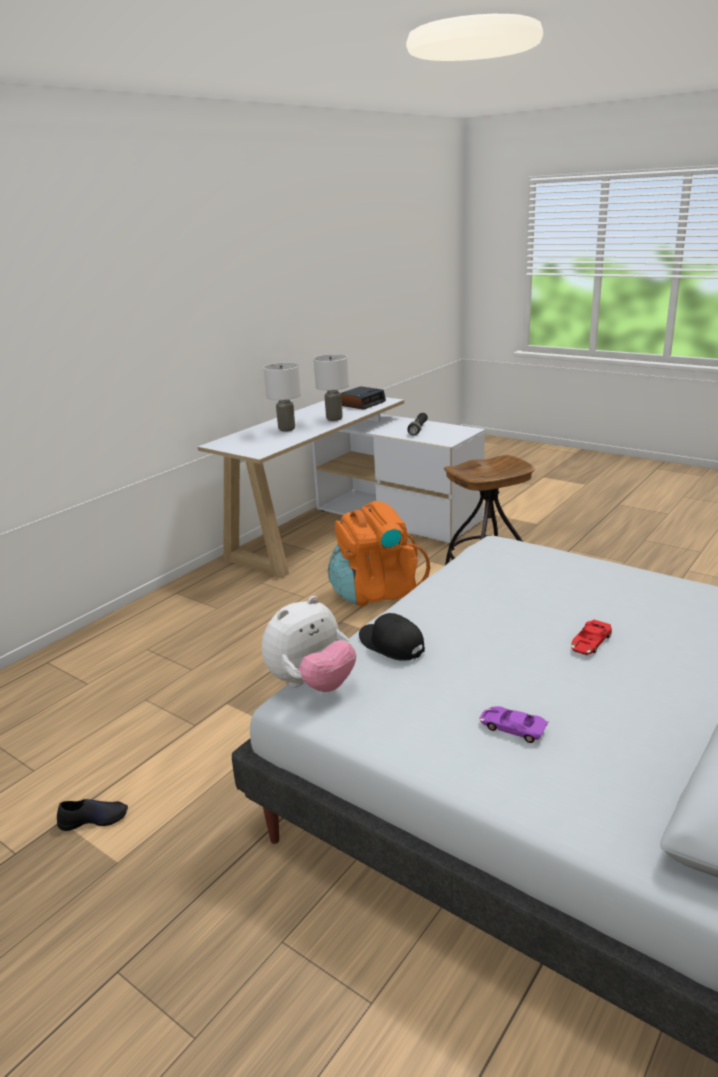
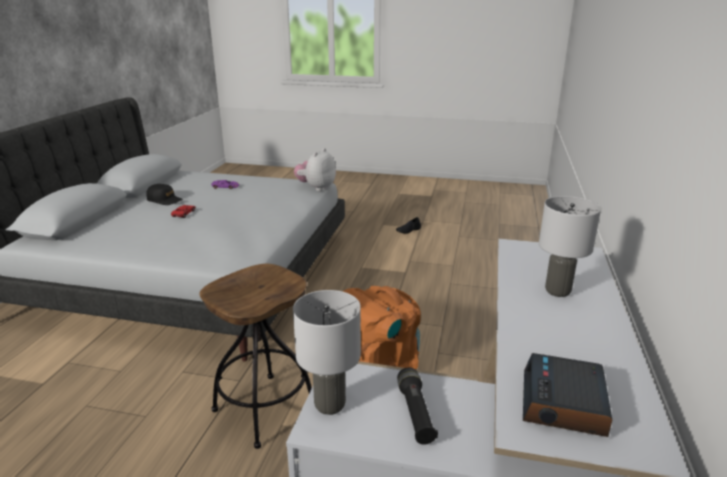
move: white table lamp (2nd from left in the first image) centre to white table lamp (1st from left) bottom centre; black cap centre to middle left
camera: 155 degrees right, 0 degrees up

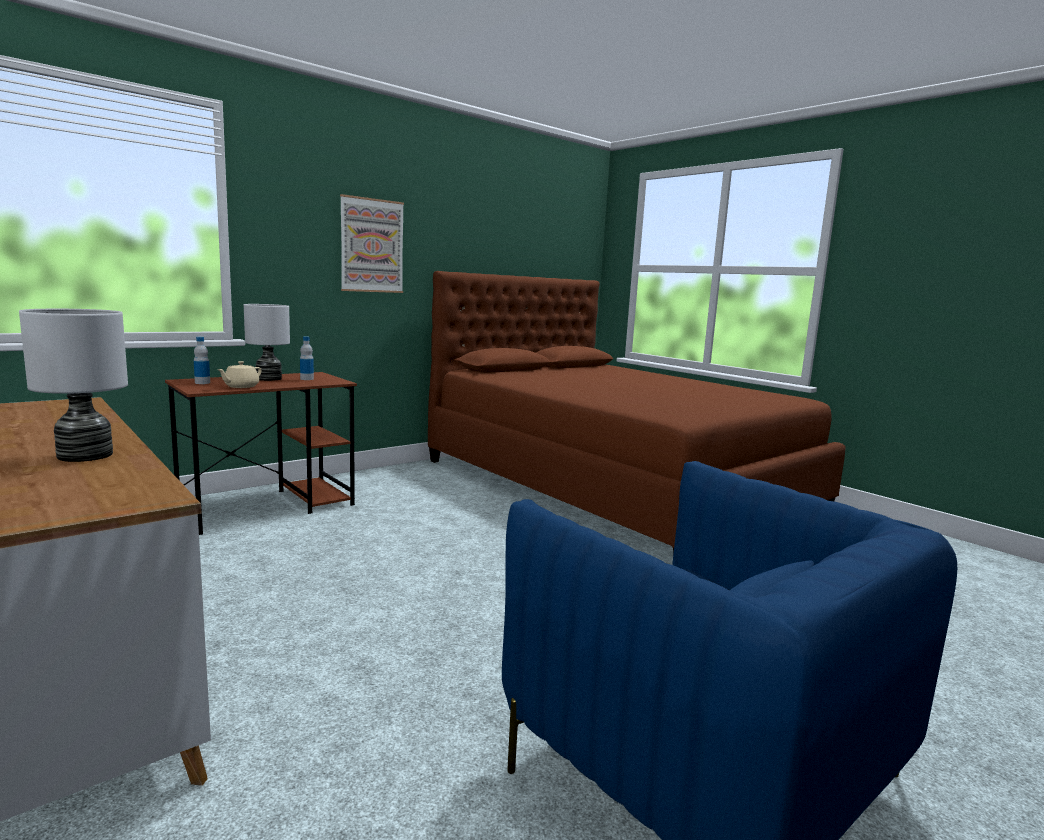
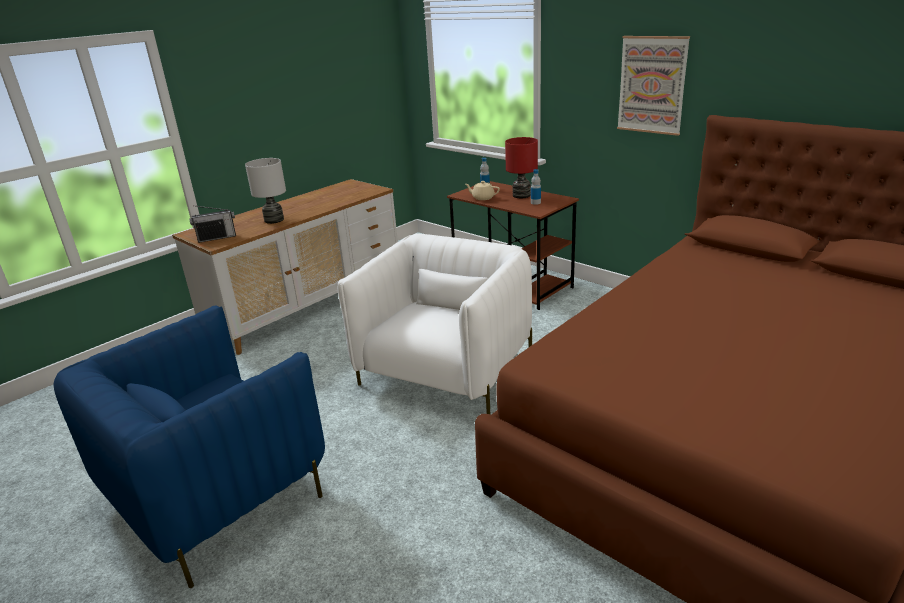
insert: radio middle left; white armchair centre
recolor: grey table lamp (2nd from left) middle left to red table lamp top centre
camera: 85 degrees right, 15 degrees up

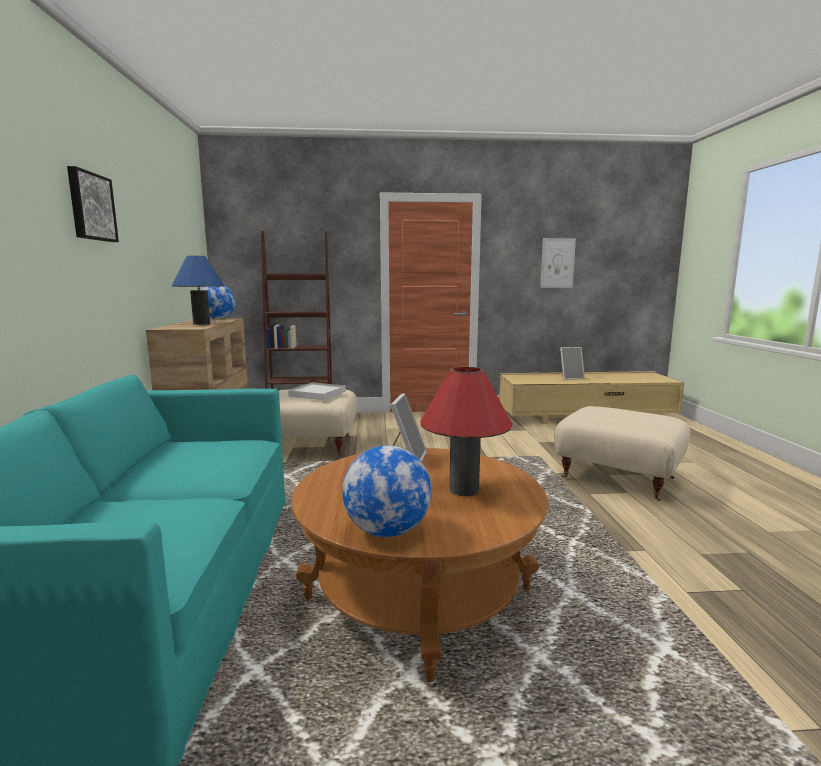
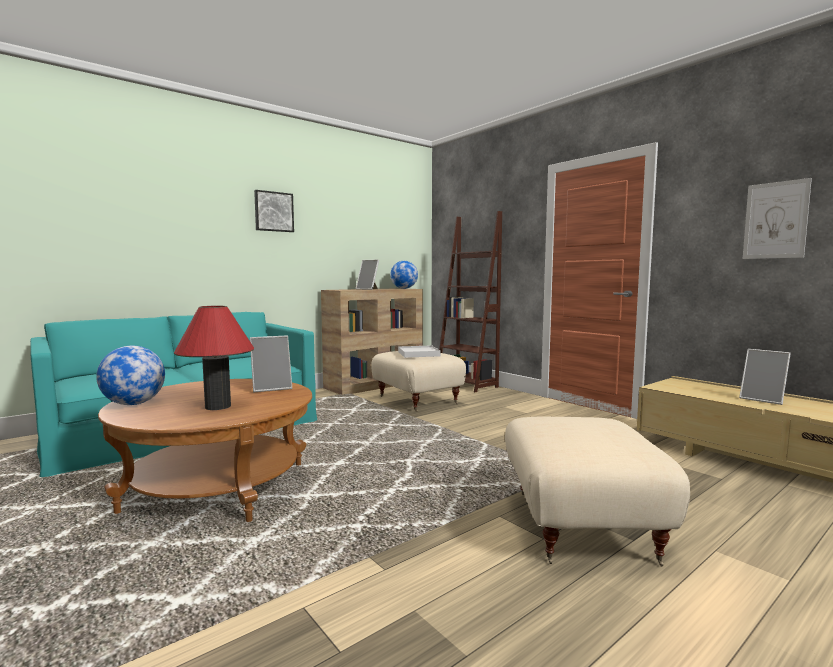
replace: blue table lamp middle left to picture frame (2nd from left) centre
camera: 55 degrees right, 5 degrees down

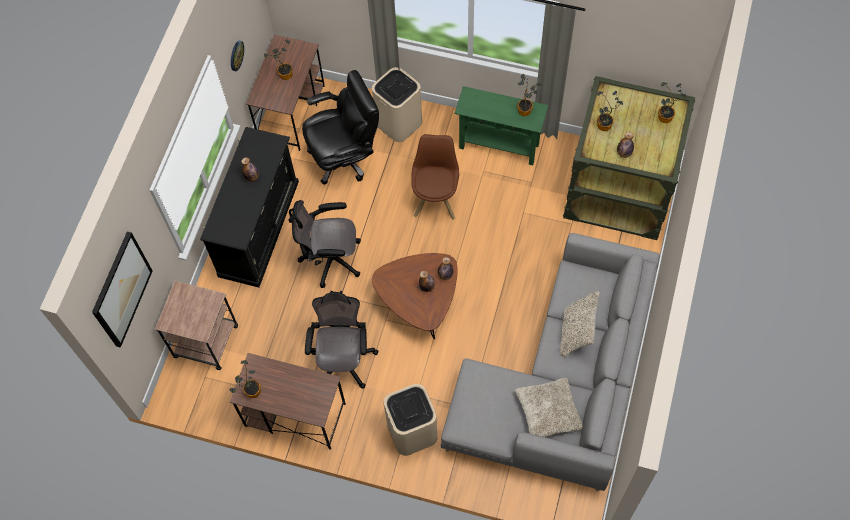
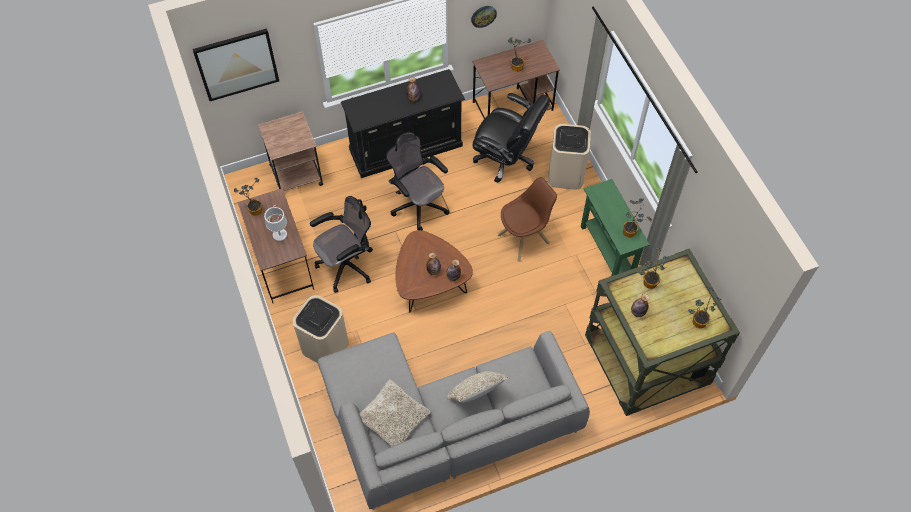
insert: white table lamp middle left
camera: 50 degrees right, 5 degrees down

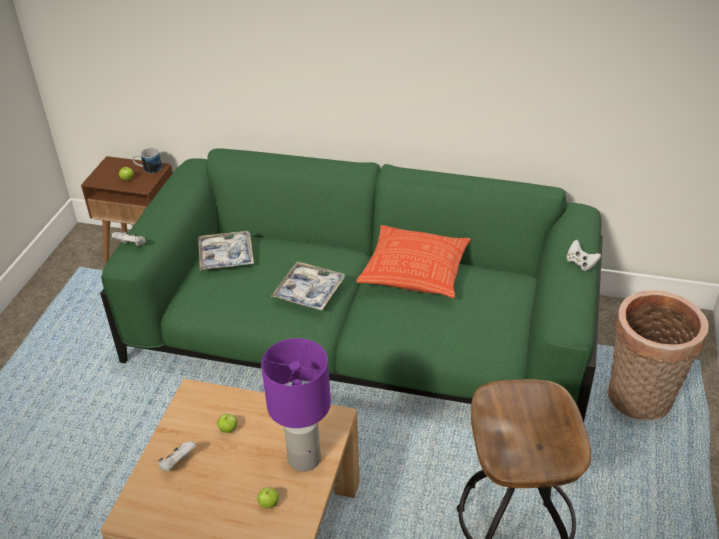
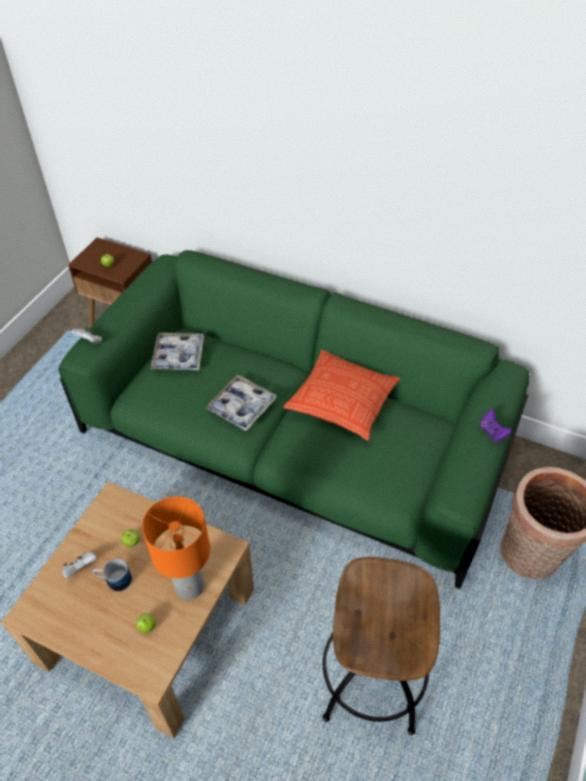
move: mug top left to bottom left
recolor: purple table lamp bottom centre to orange table lamp bottom left; white game controller (3rd from left) middle right to purple game controller middle right
camera: 10 degrees right, 10 degrees up

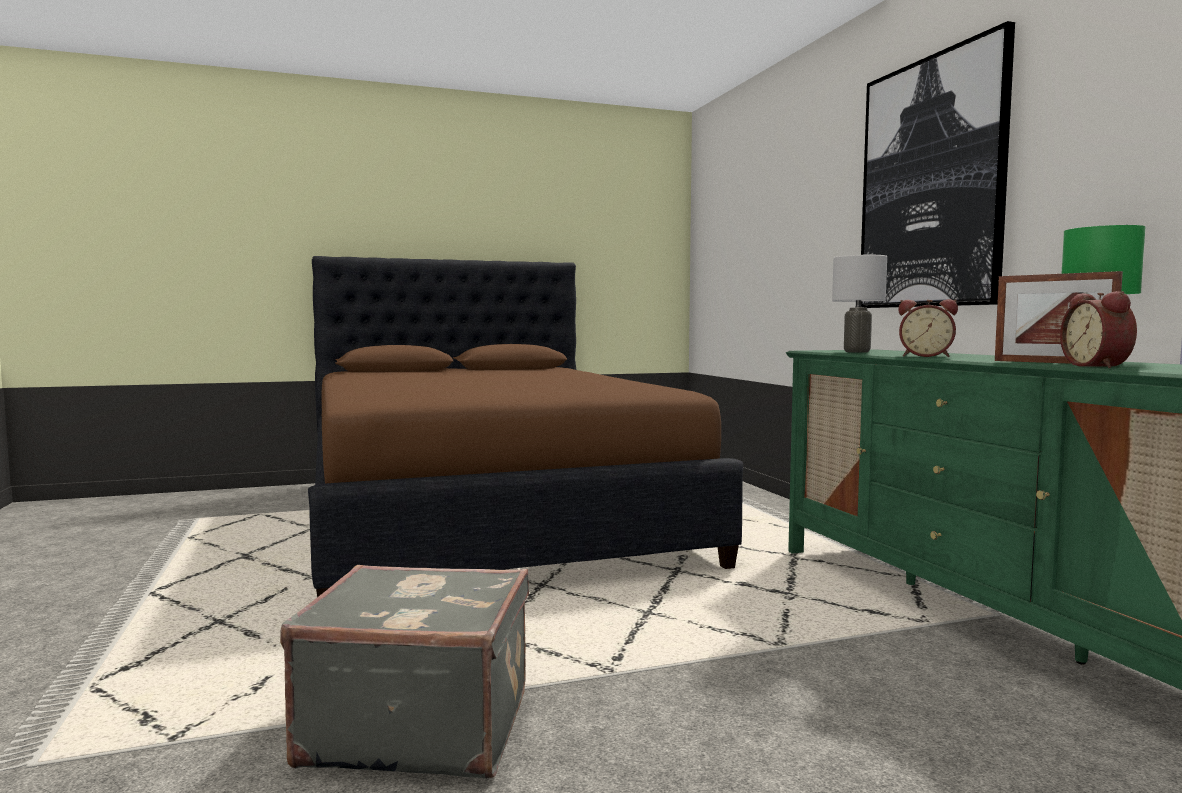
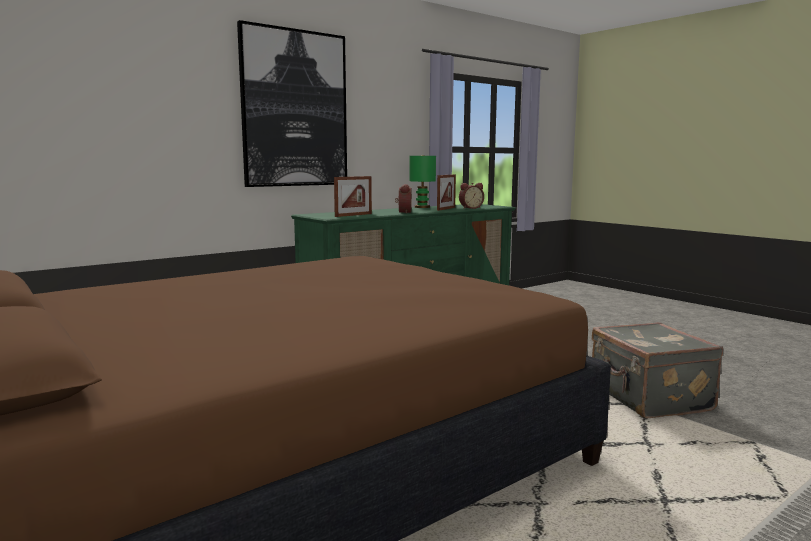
replace: white table lamp middle right to picture frame (1st from left) centre
camera: 110 degrees left, 5 degrees up

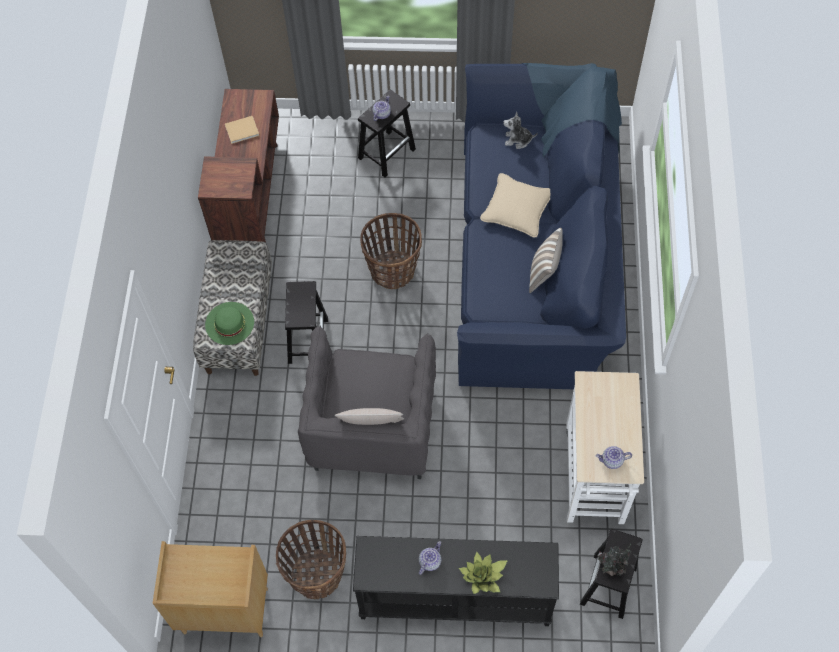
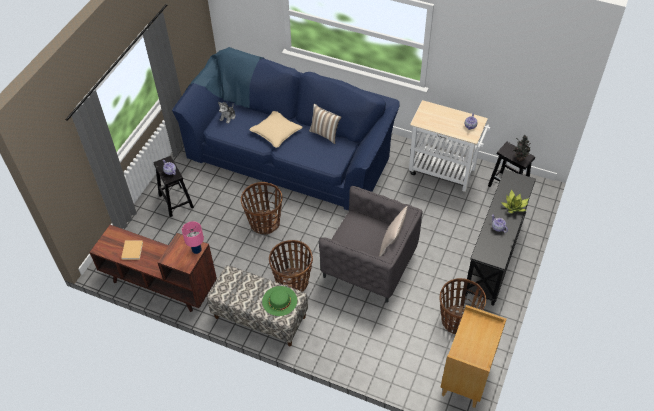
insert: pink table lamp middle left
replace: black stool (1st from left) centre to basket (2nd from left) centre
camera: 70 degrees left, 10 degrees down

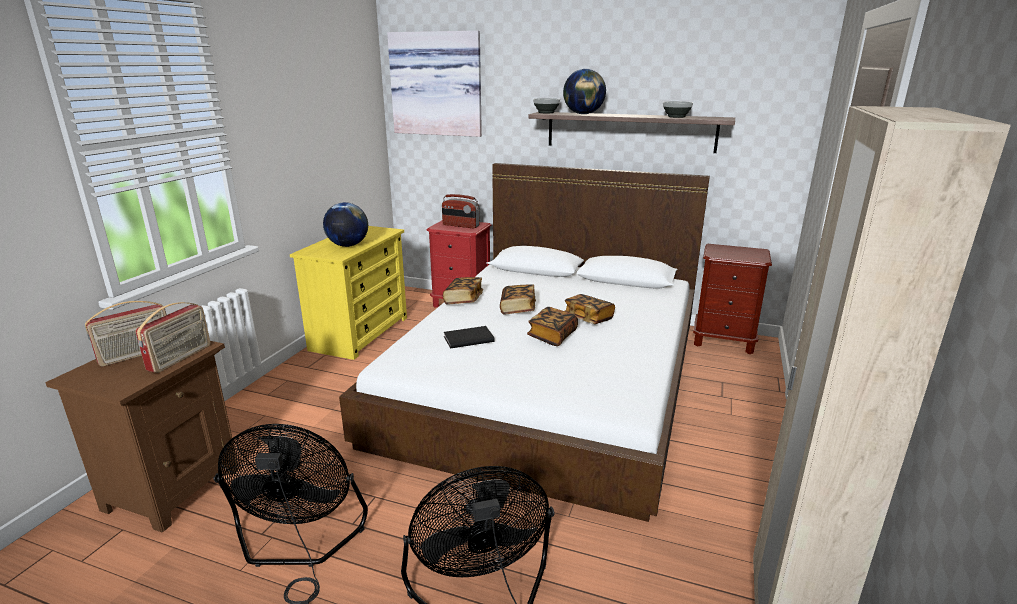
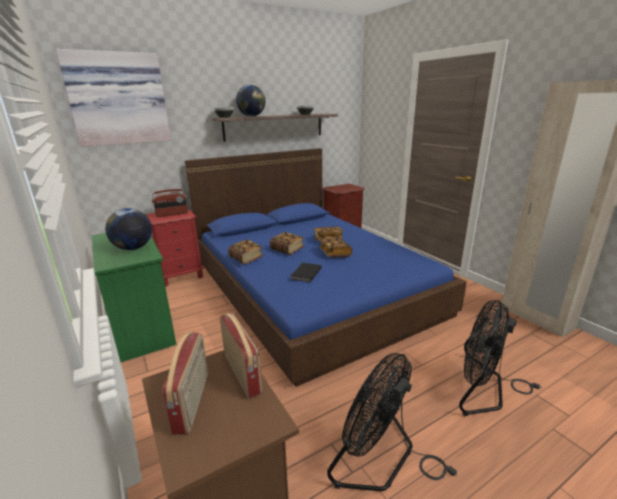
recolor: yellow dresser centre to green dresser middle left; white bed centre to blue bed centre
camera: 50 degrees left, 0 degrees up

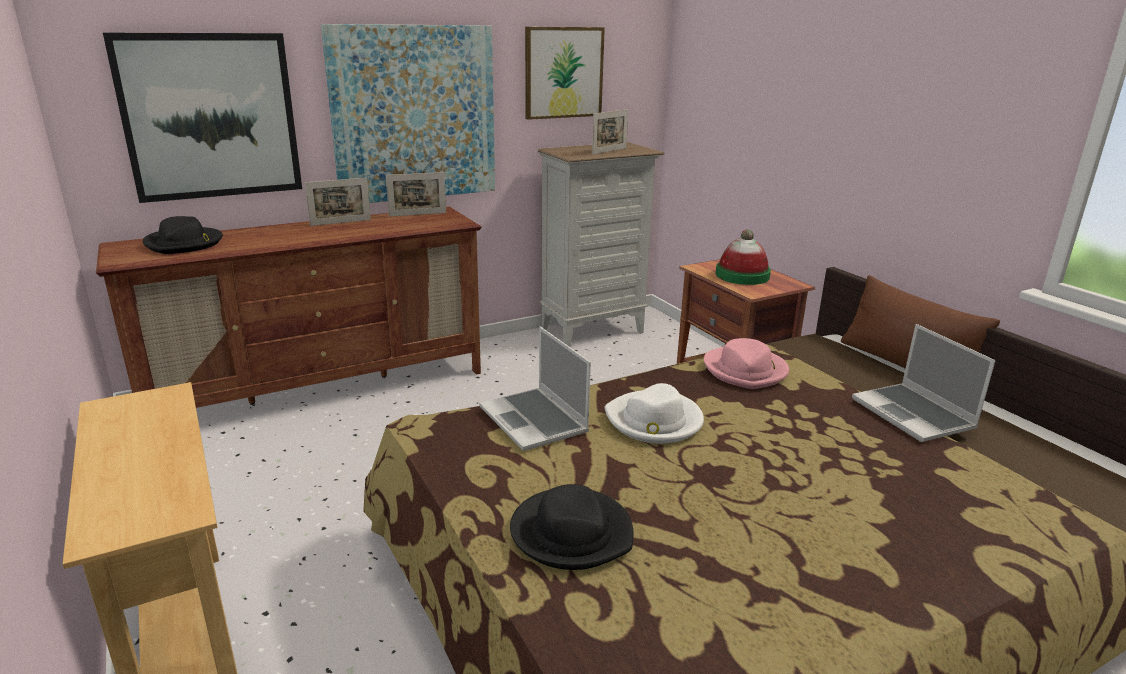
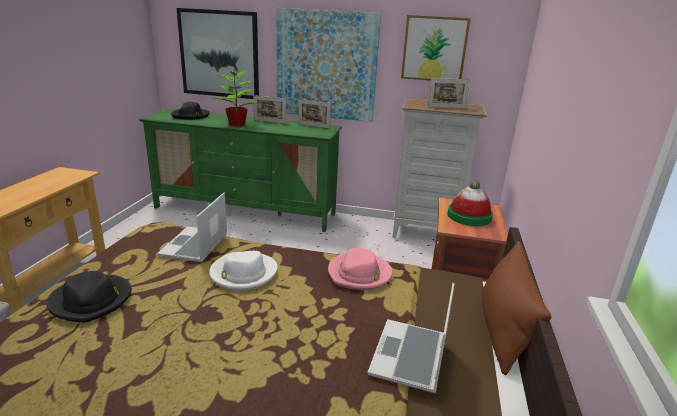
insert: potted plant top centre
recolor: brown dresser middle left to green dresser centre
camera: 40 degrees right, 0 degrees up

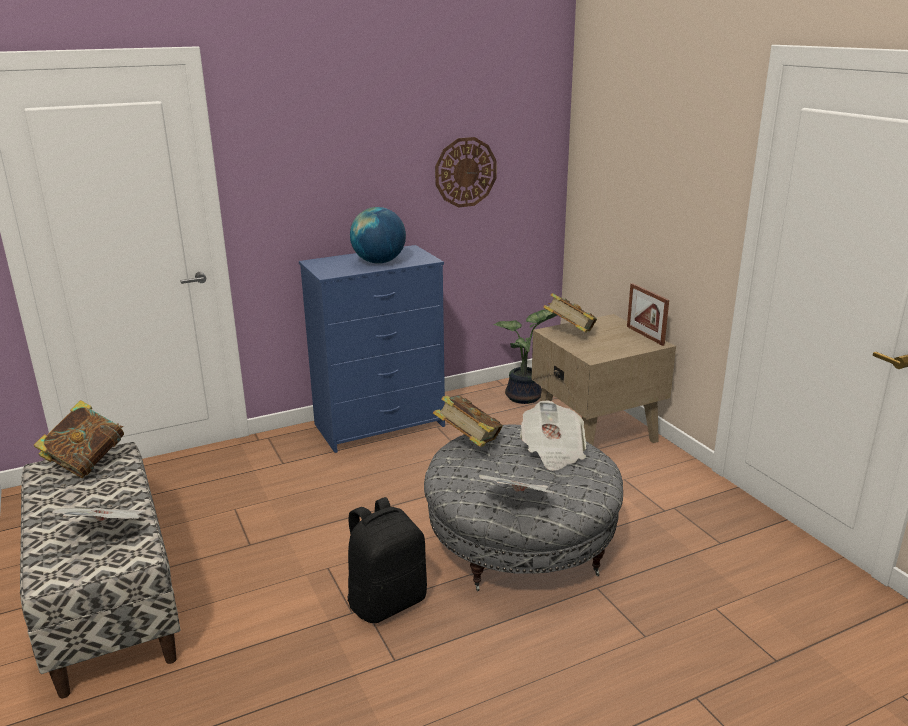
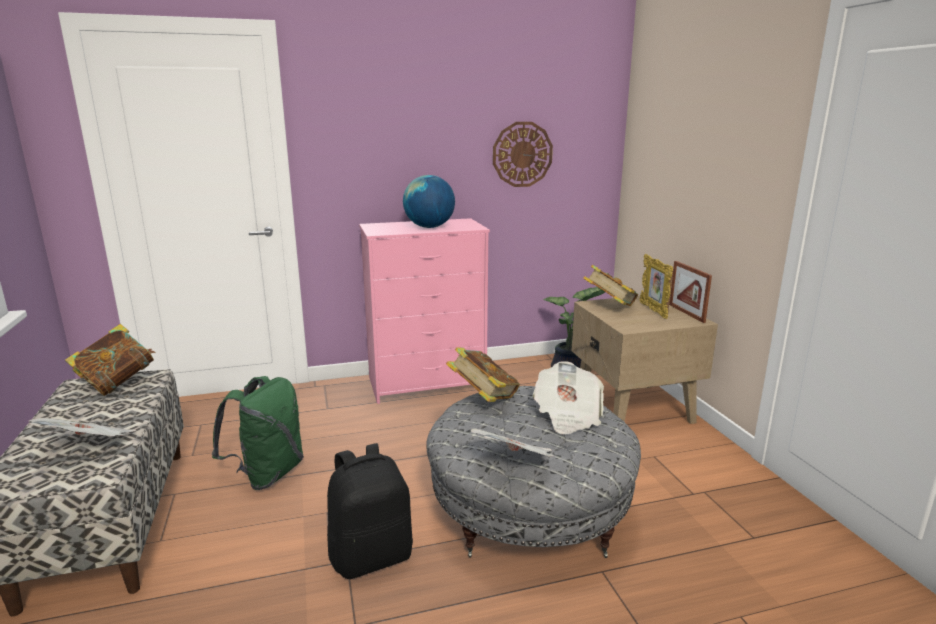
insert: green backpack bottom left; picture frame (1st from left) middle right
recolor: blue dresser centre to pink dresser centre
camera: 10 degrees right, 5 degrees down

